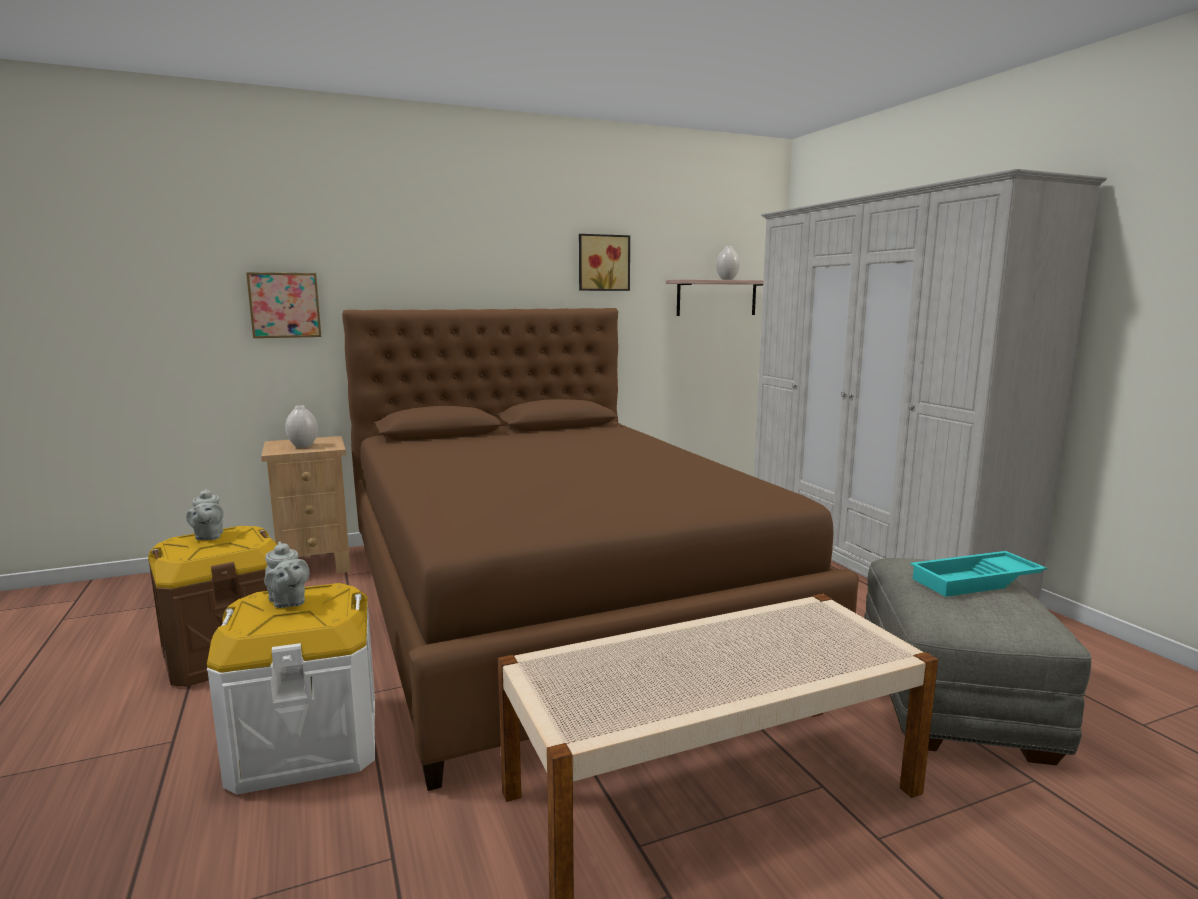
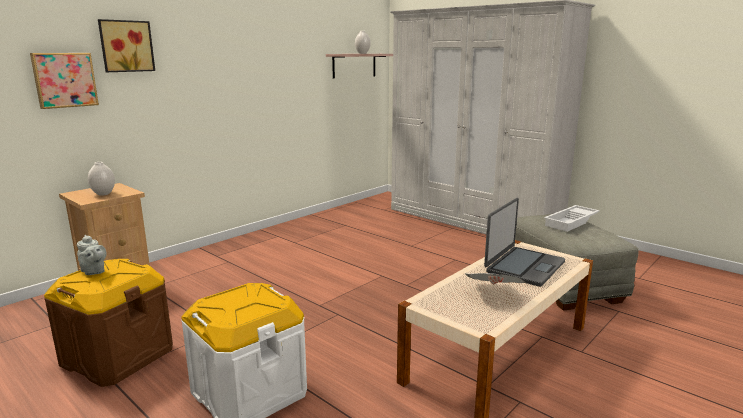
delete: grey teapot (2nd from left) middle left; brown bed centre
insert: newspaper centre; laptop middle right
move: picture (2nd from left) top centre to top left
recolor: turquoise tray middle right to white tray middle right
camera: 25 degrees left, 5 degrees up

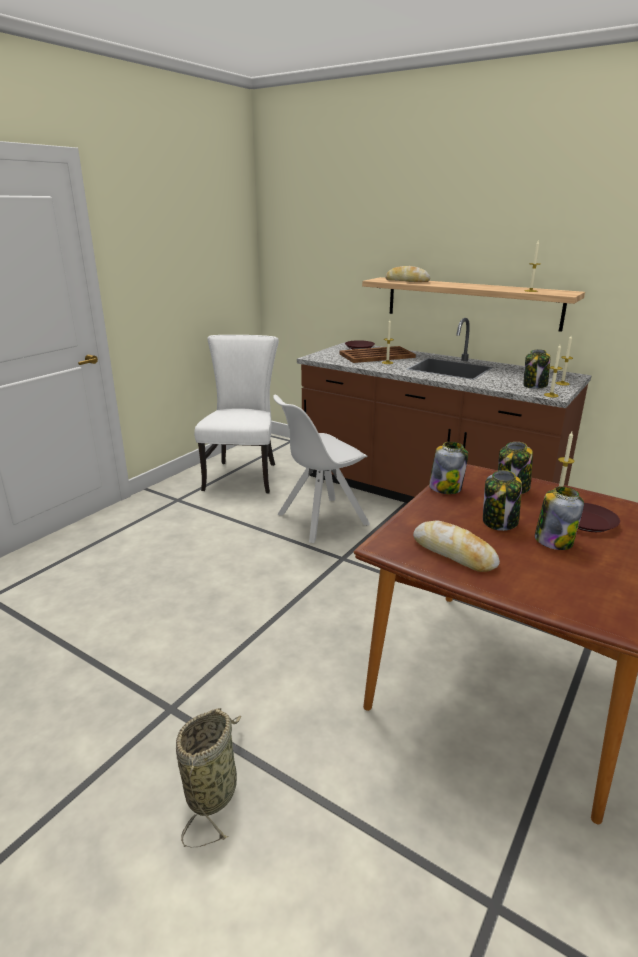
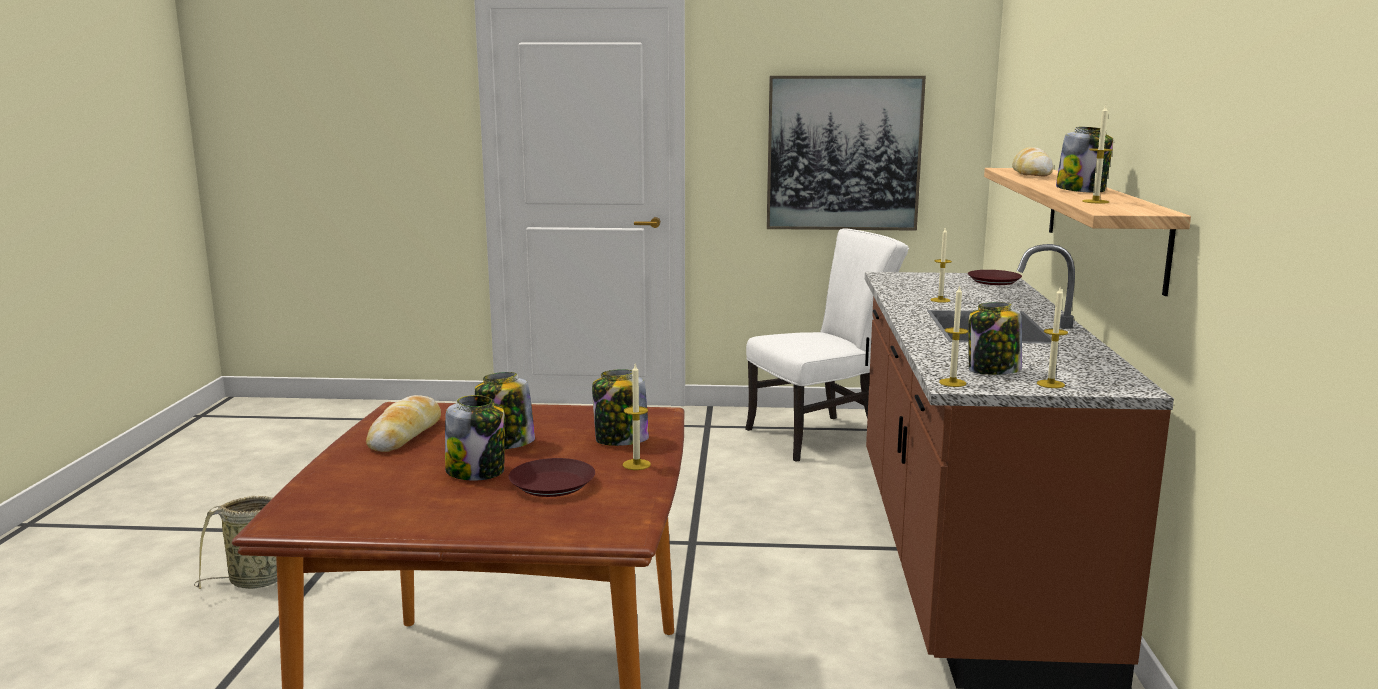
delete: white chair (2nd from left) centre; brown tray centre
insert: picture top centre
move: jar (1st from left in the first image) middle right to jar (5th from left) top right
camera: 60 degrees right, 10 degrees down

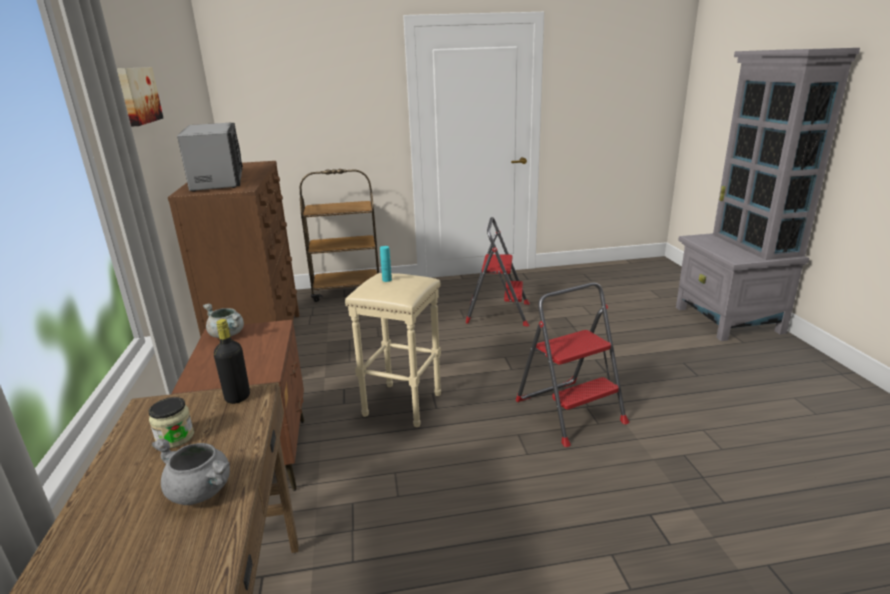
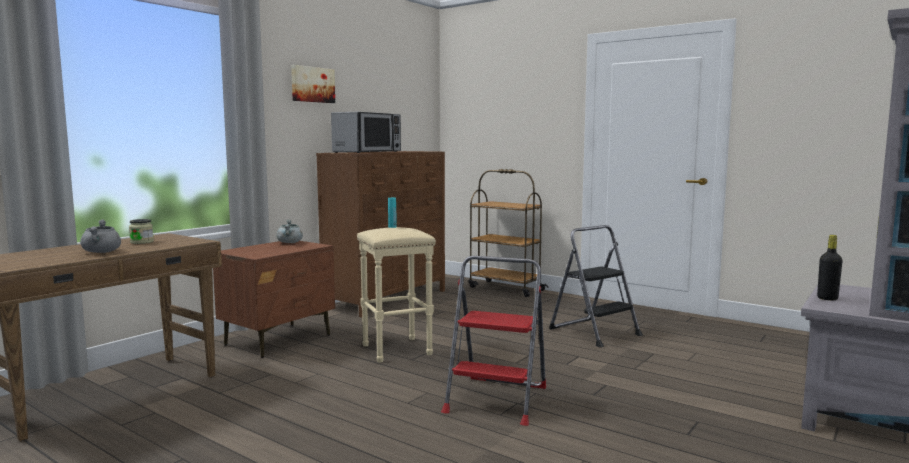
move: black bottle middle left to middle right
recolor: red step ladder (1st from left) centre to black step ladder centre
camera: 45 degrees right, 15 degrees down

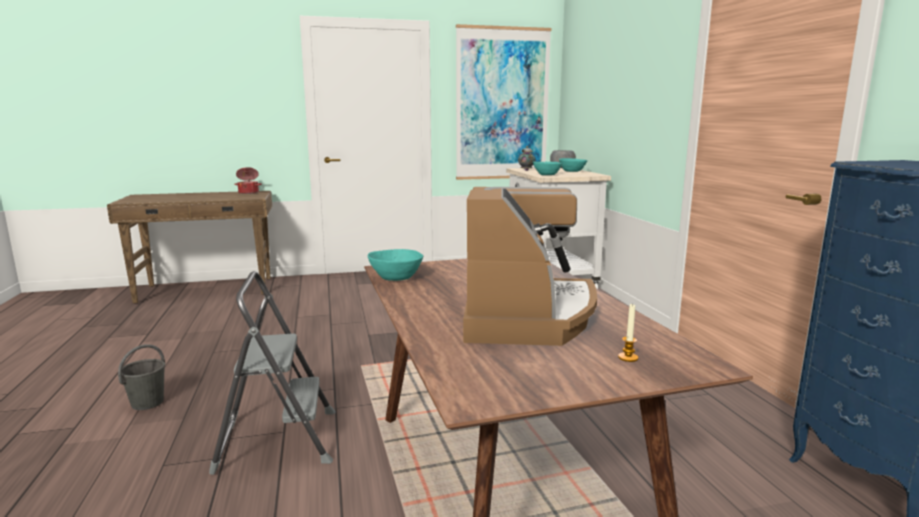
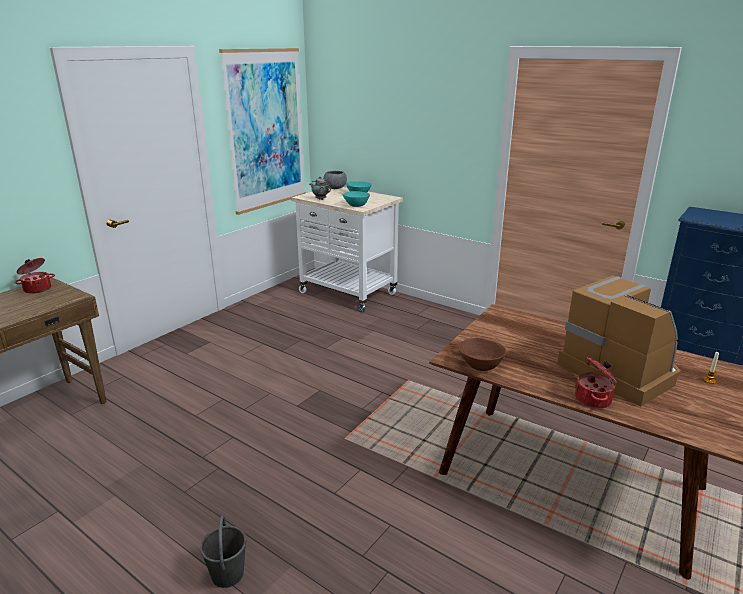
delete: grey step ladder bottom left
insert: cooking pot (2nd from left) middle right
recolor: turquoise bowl (1st from left) centre to brown bowl centre
camera: 40 degrees left, 10 degrees up

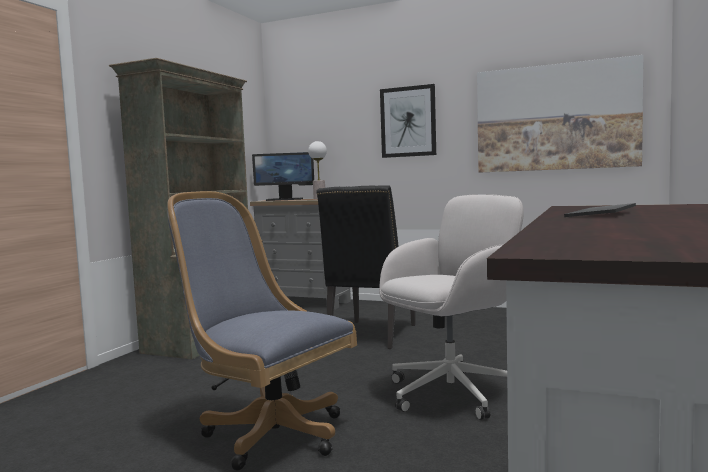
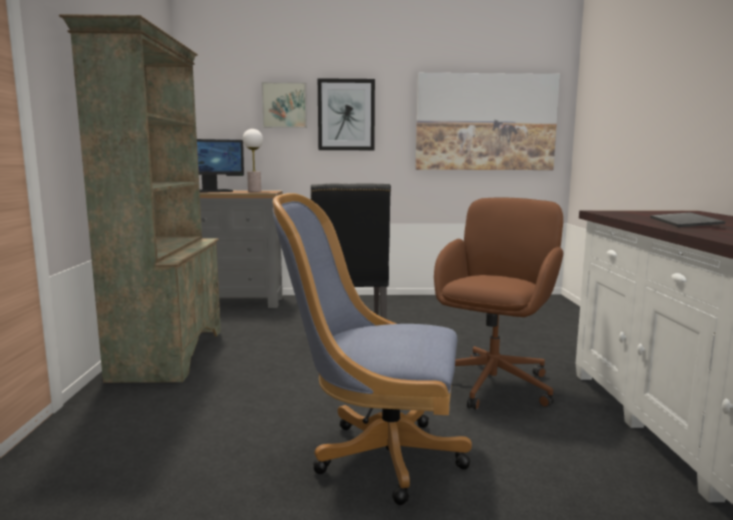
insert: picture (1st from left) top centre
recolor: white office chair centre to brown office chair middle right
camera: 25 degrees left, 5 degrees up

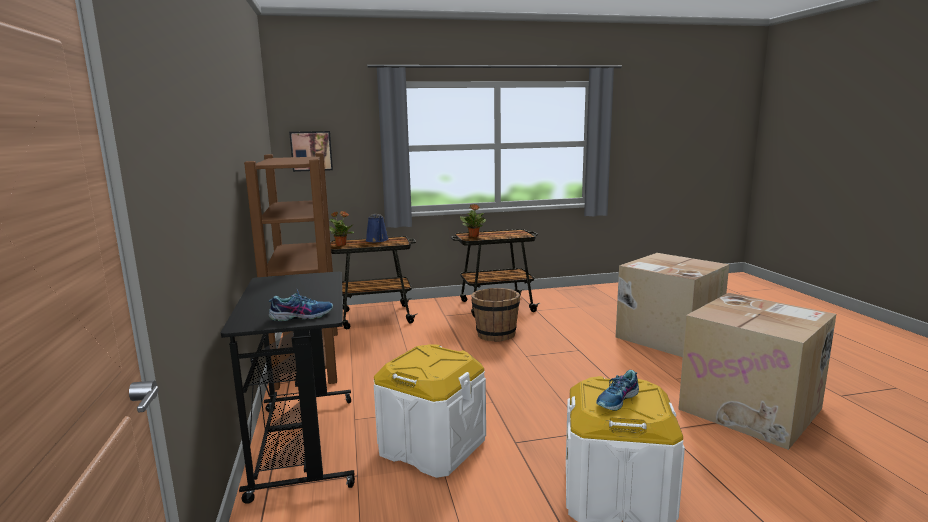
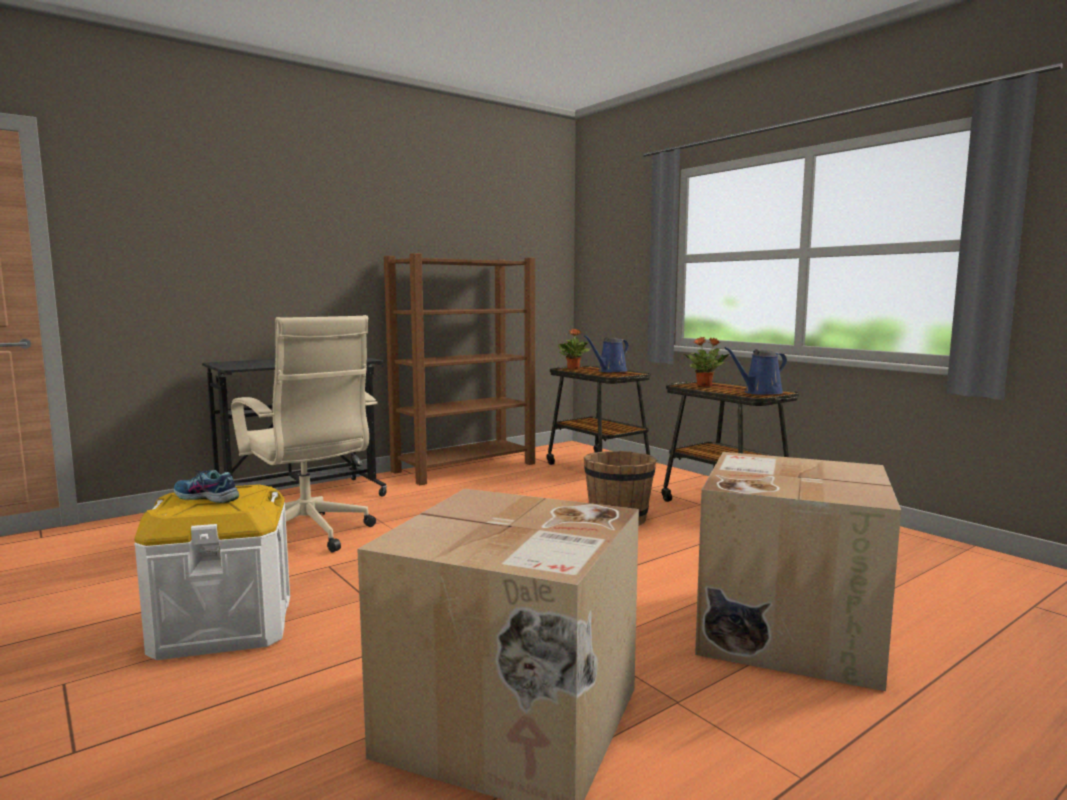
delete: shoe (1st from left) middle left; picture top centre
insert: blue watering can (2nd from left) middle right
replace: white storage box (1st from left) bottom centre to beige office chair middle left
camera: 65 degrees right, 5 degrees down

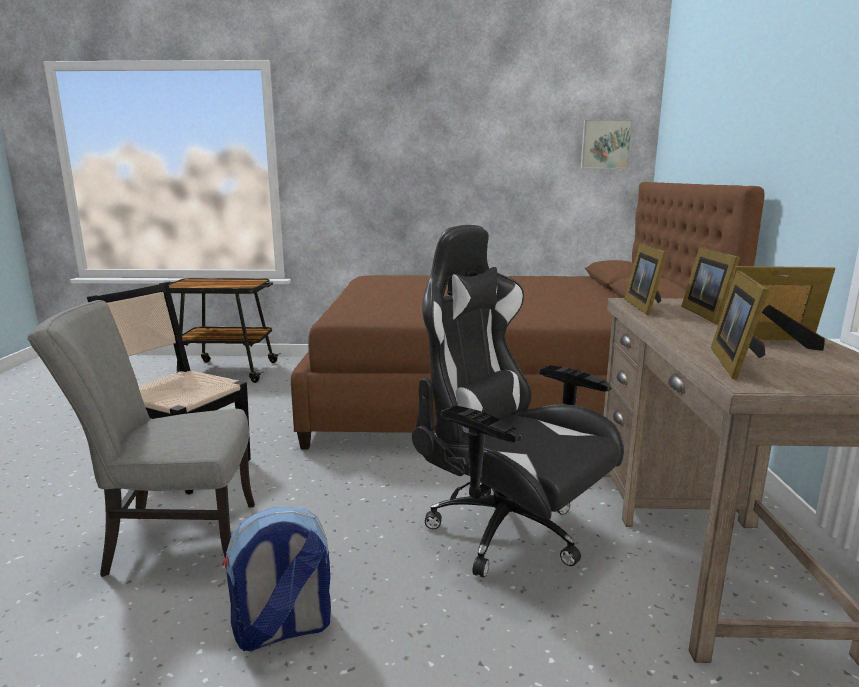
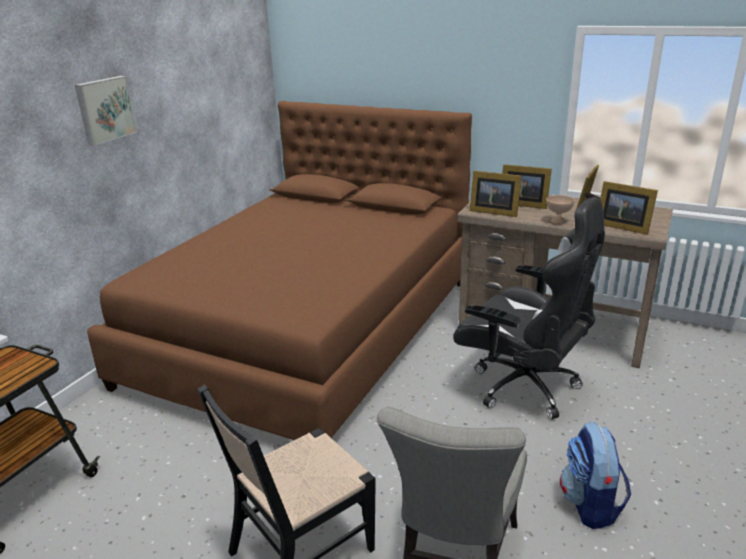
insert: beige bowl middle right
move: picture top right to top left
rotate: black office chair centre = middle right 120 degrees counterclockwise
camera: 65 degrees left, 10 degrees up

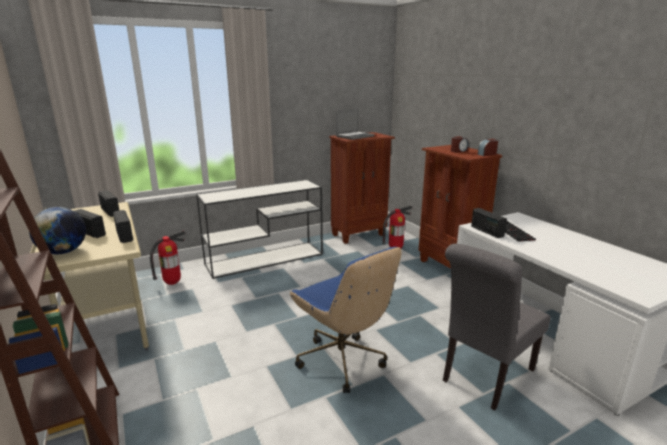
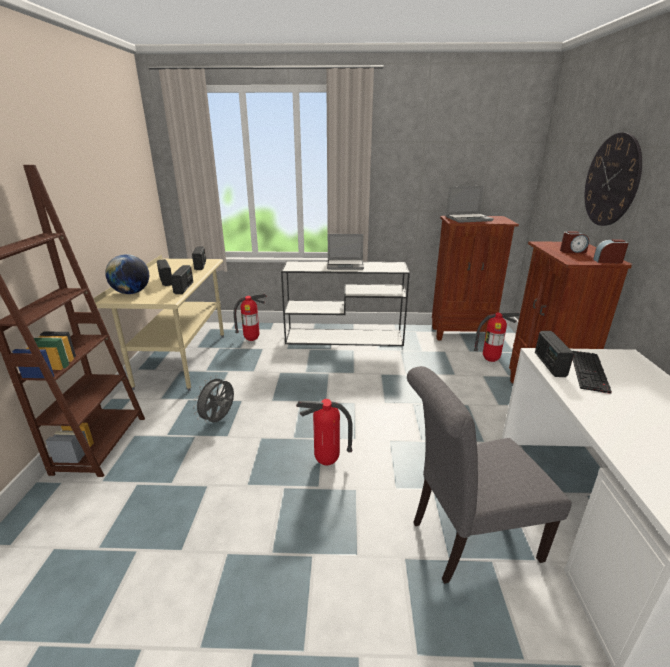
insert: grey fan middle left; laptop (1st from left) centre; wall clock top right
replace: blue office chair bottom centre to fire extinguisher (2nd from left) centre
camera: 30 degrees right, 5 degrees up

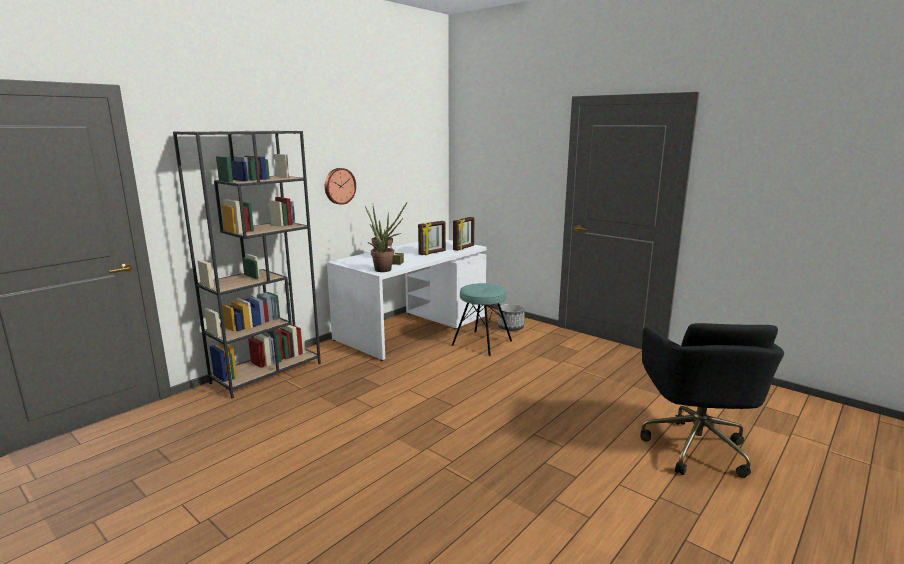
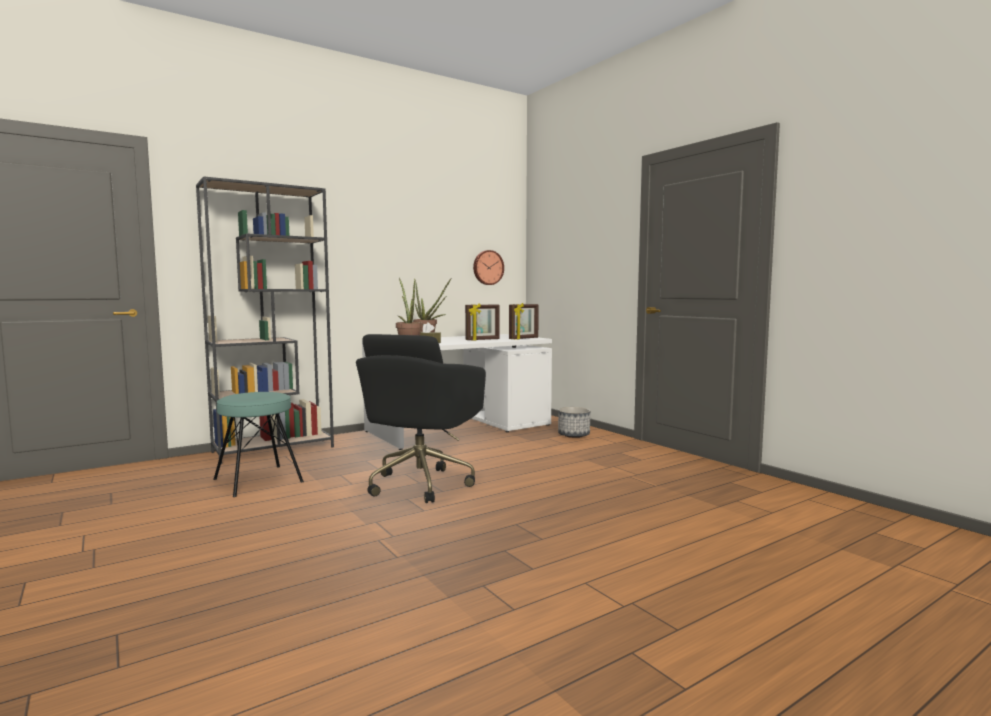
move: wall clock top centre to centre; turquoise stool centre to middle left; black office chair bottom right to centre
camera: 15 degrees right, 10 degrees down

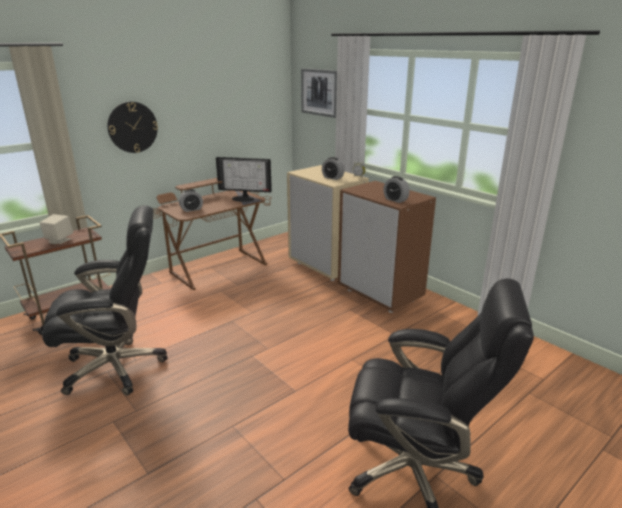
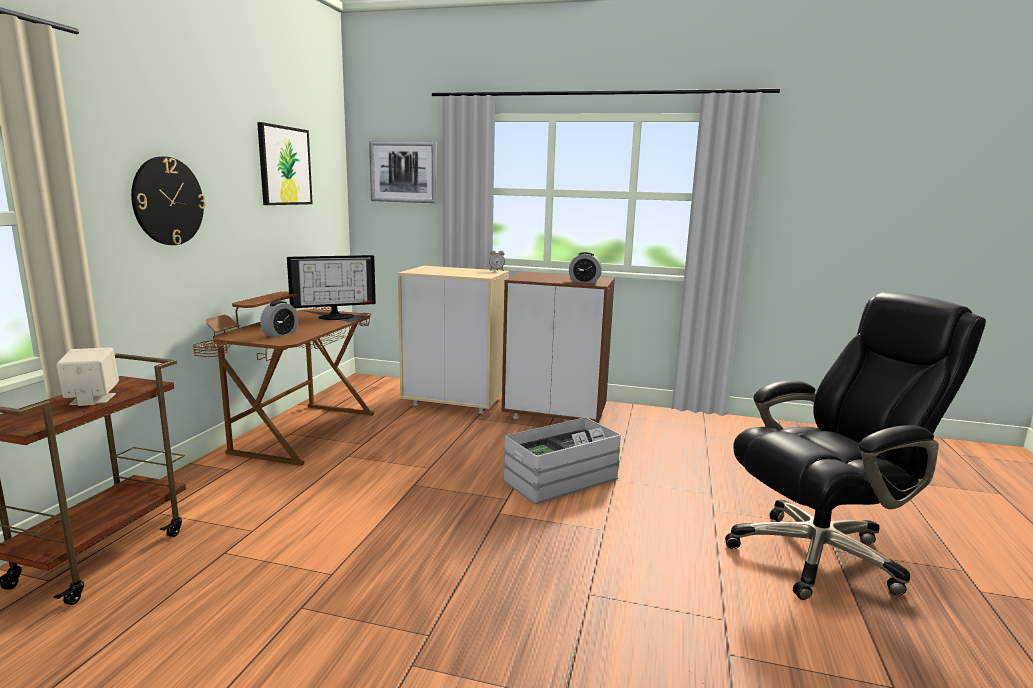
delete: black office chair (1st from left) middle left; alarm clock (2nd from left) top centre
insert: picture (1st from left) top left; grey storage box bottom centre
camera: 35 degrees left, 10 degrees down

